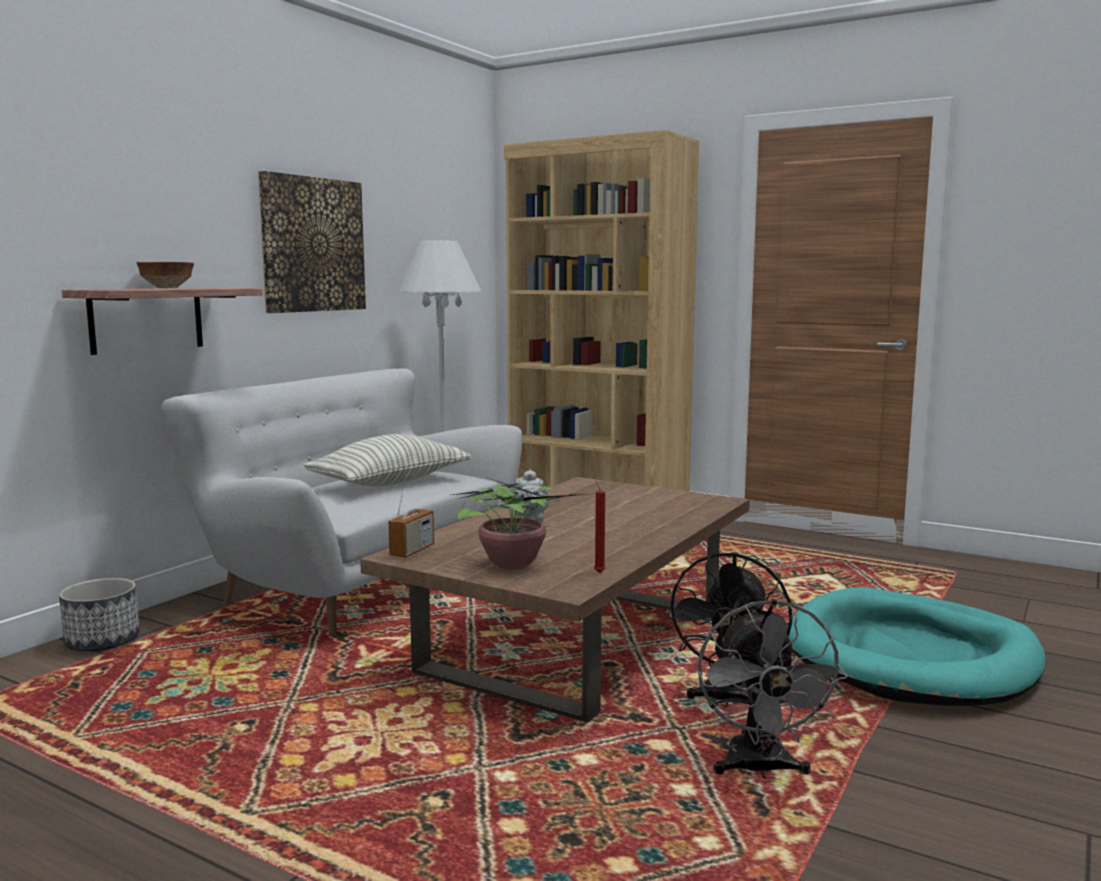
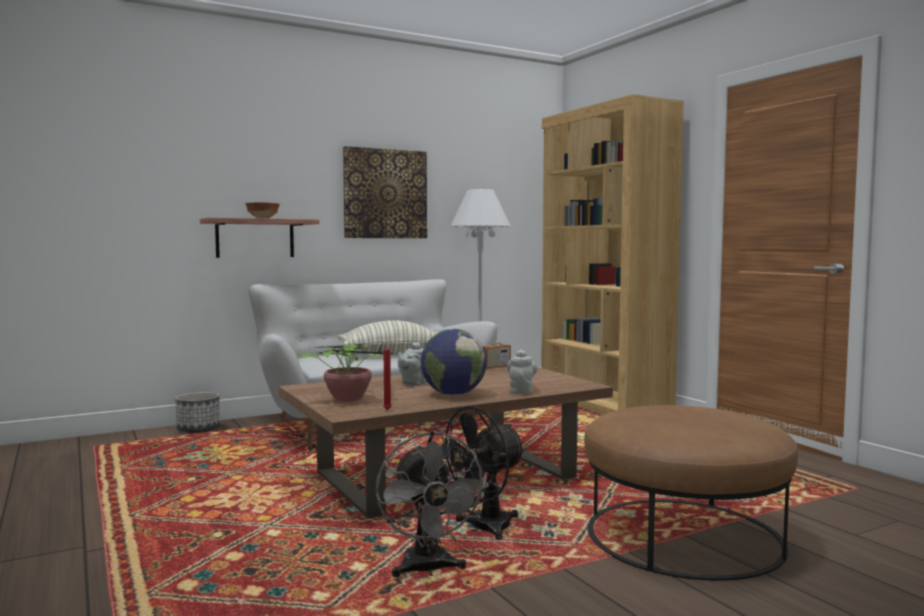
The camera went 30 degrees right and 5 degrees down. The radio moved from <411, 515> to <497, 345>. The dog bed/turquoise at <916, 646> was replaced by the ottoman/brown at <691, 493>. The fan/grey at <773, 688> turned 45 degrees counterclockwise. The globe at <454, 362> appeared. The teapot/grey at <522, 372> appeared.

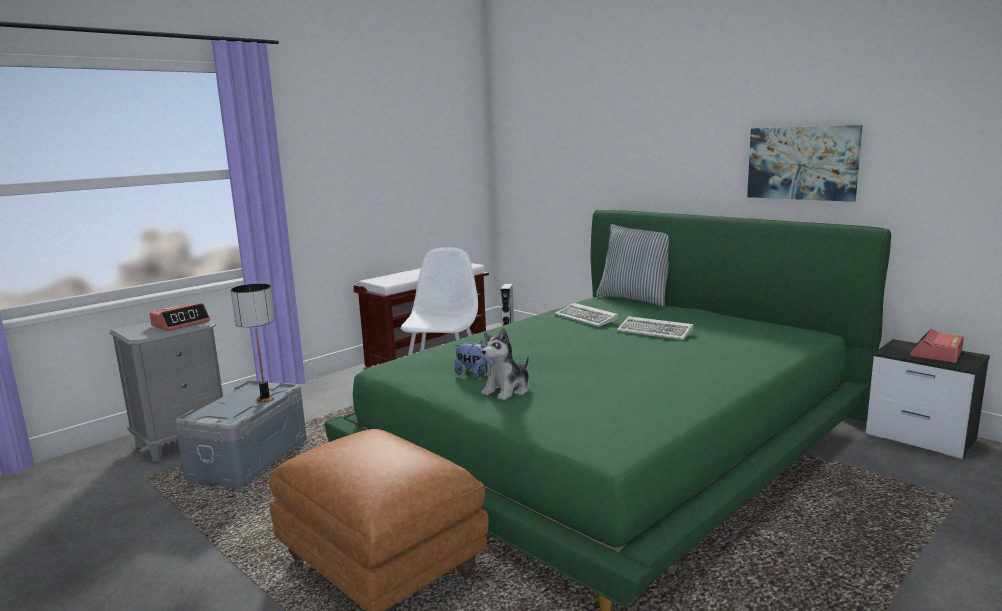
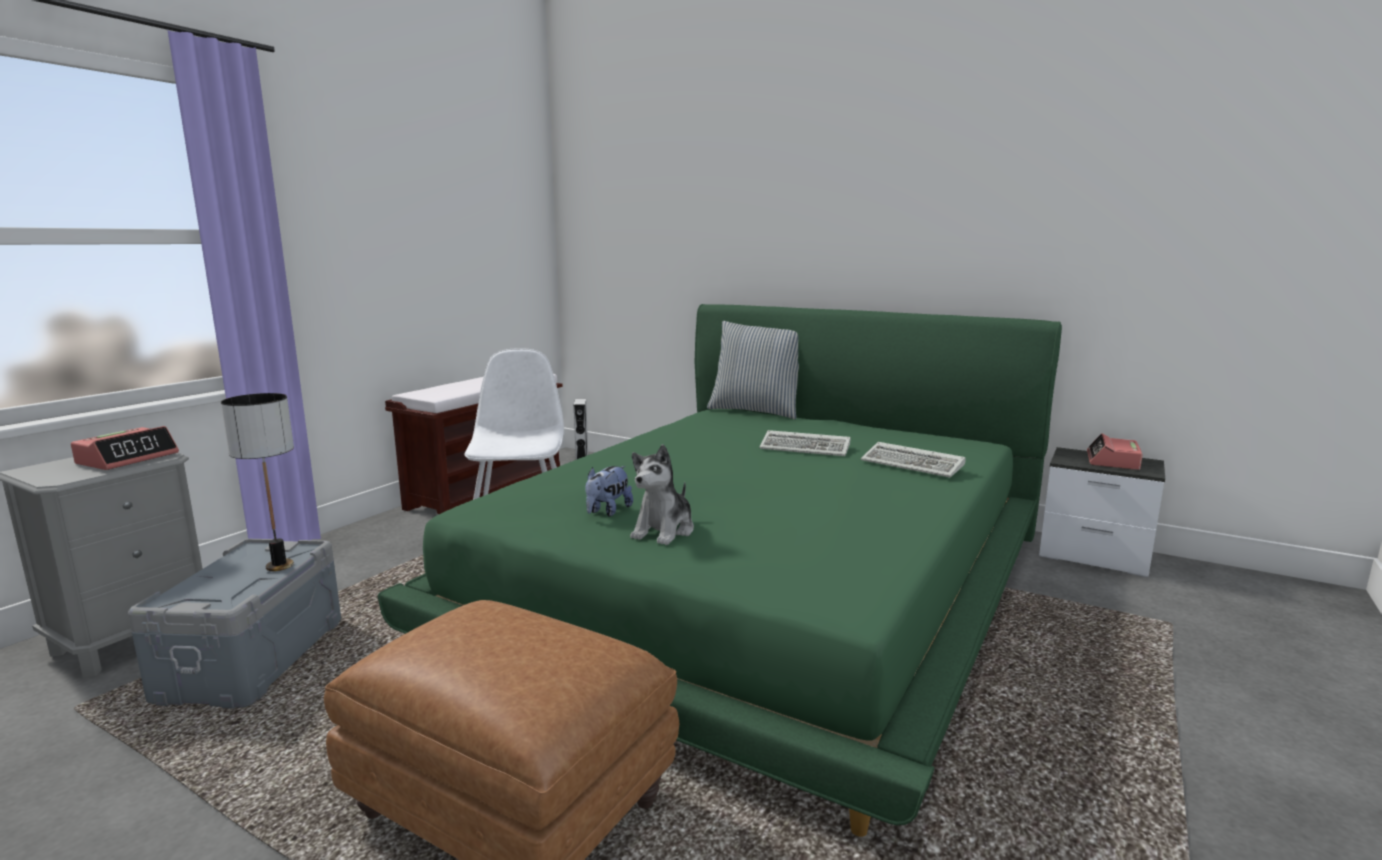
The camera went 15 degrees left and 0 degrees up. The picture at <805, 163> disappeared. The keyboard moved from <586, 315> to <913, 459>. The plush toy at <474, 359> turned 105 degrees clockwise.

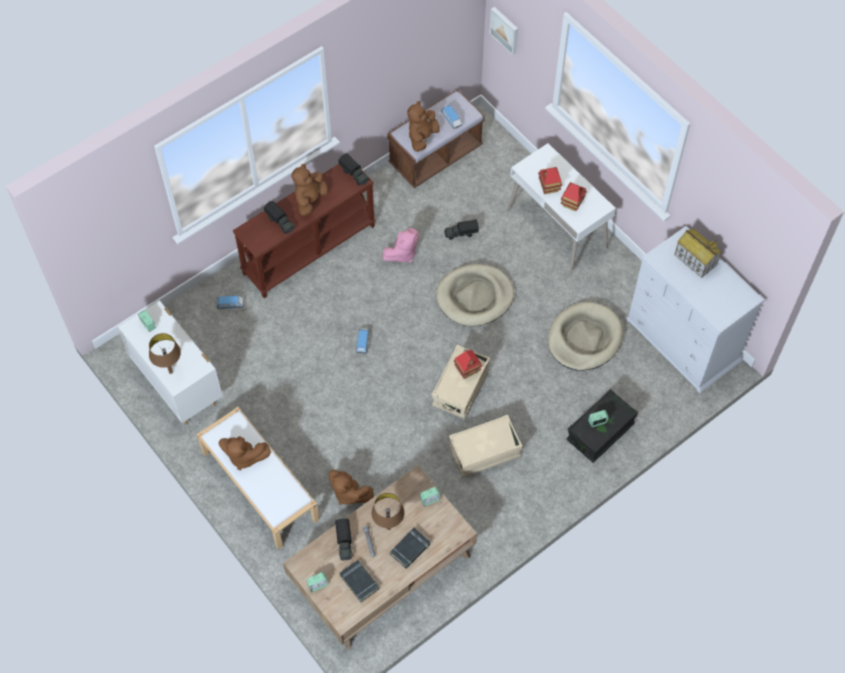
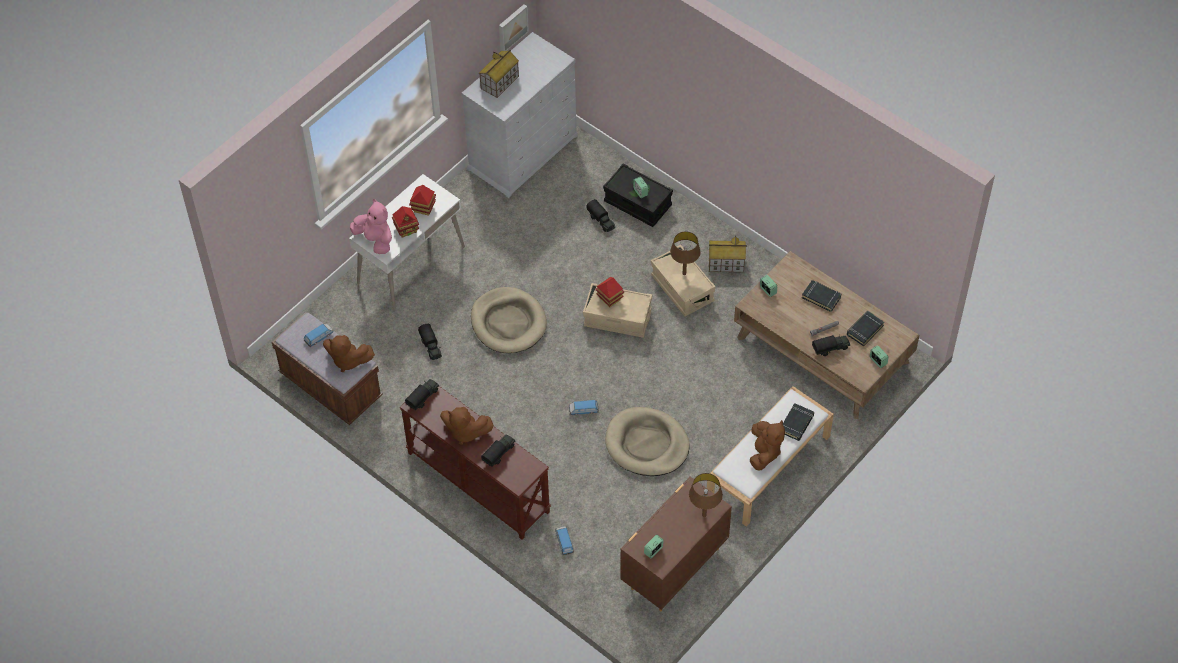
The camera went 100 degrees left and 5 degrees down. The picture moved from <503, 31> to <514, 27>. The plush toy/pink moved from <401, 245> to <371, 226>. The dresser/white at <170, 362> became the dresser/brown at <676, 544>. The dog bed/beige moved from <585, 336> to <647, 441>. The plush toy/brown at <351, 487> disappeared. The table lamp/brown moved from <388, 511> to <685, 253>. The toy truck at <601, 215> appeared. The toy house at <728, 254> appeared. The book/black at <798, 422> appeared.

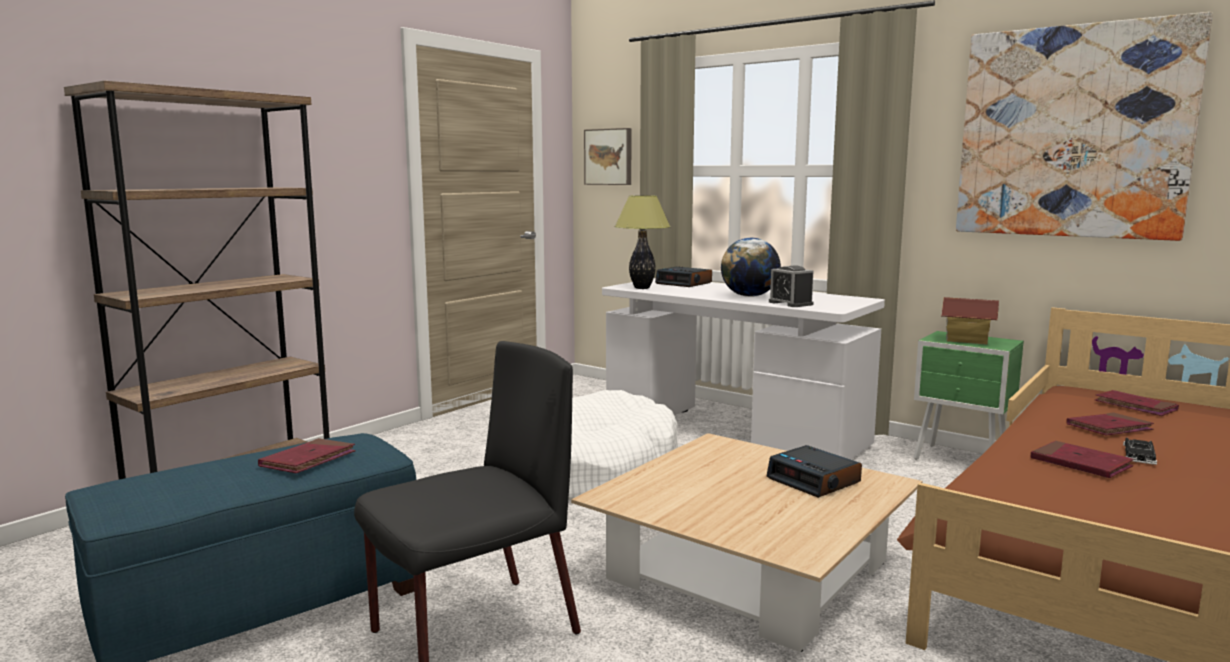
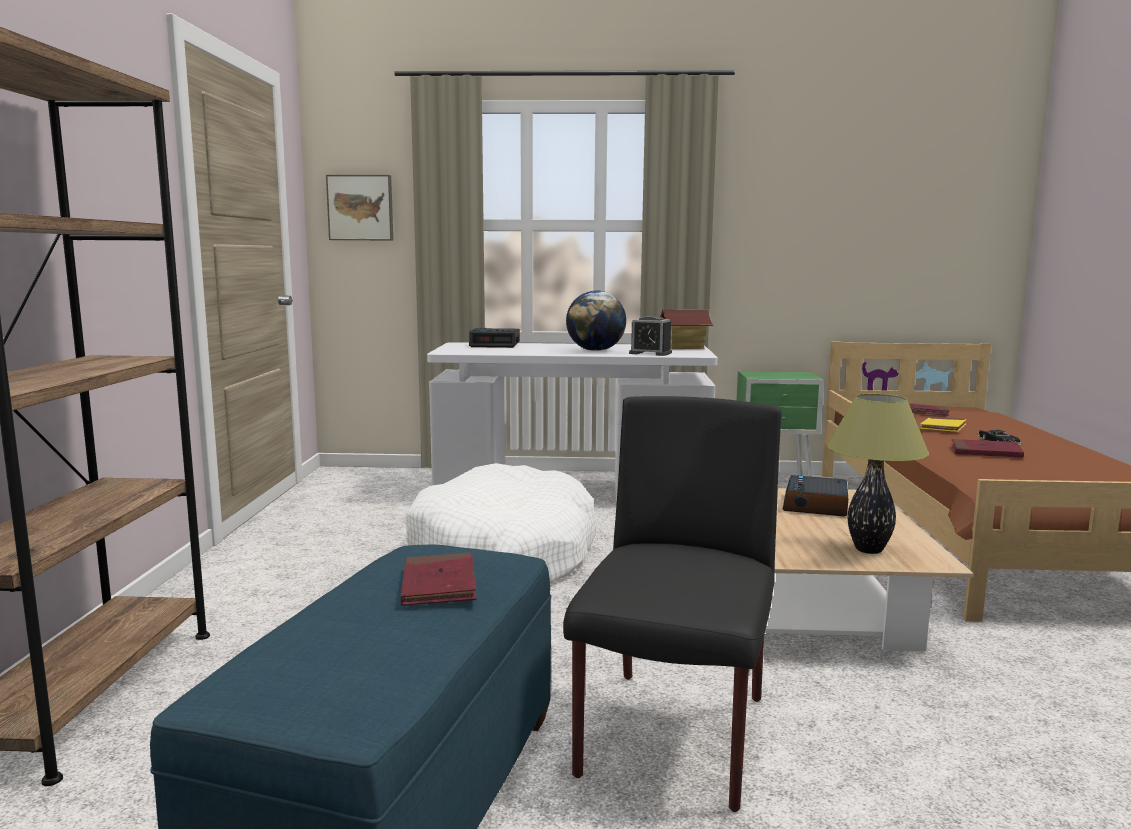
The camera went 35 degrees left and 0 degrees up. The picture at <1084, 126> disappeared. The table lamp moved from <643, 242> to <878, 474>. The toy house moved from <970, 321> to <686, 329>. The book/red at <1110, 424> became the book/yellow at <943, 424>. The alarm clock at <814, 471> turned 90 degrees clockwise.

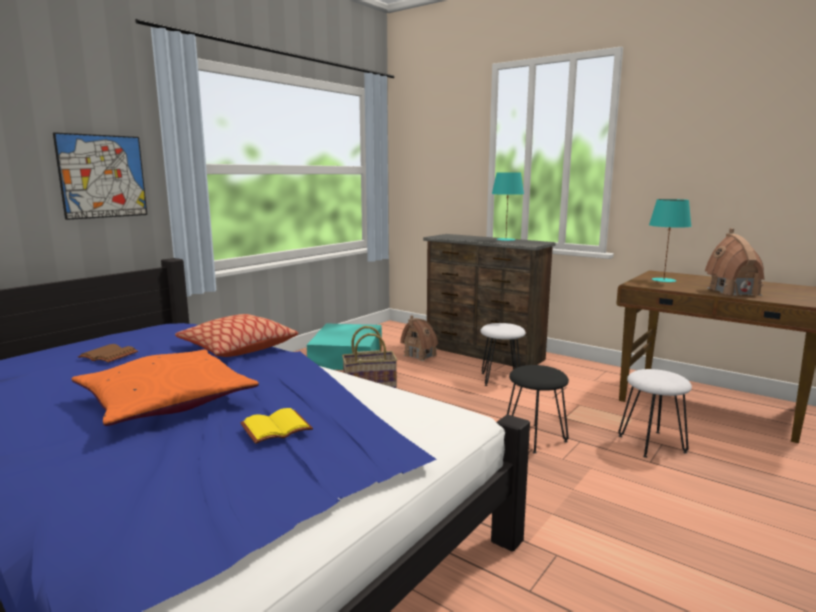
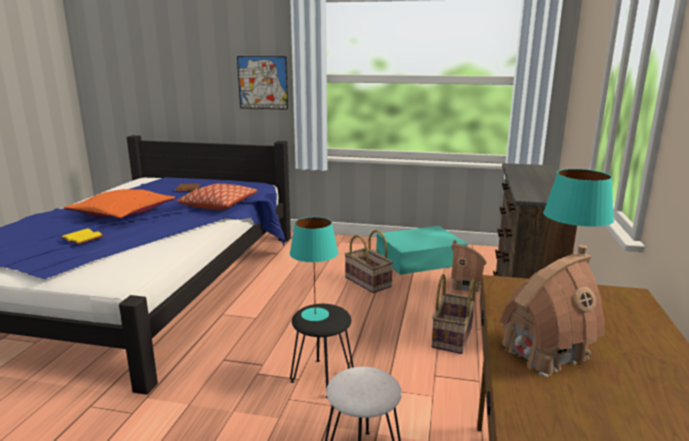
The camera went 65 degrees right and 5 degrees up. The table lamp/turquoise moved from <508, 206> to <314, 269>. The stool/white at <503, 355> was replaced by the basket at <454, 314>.

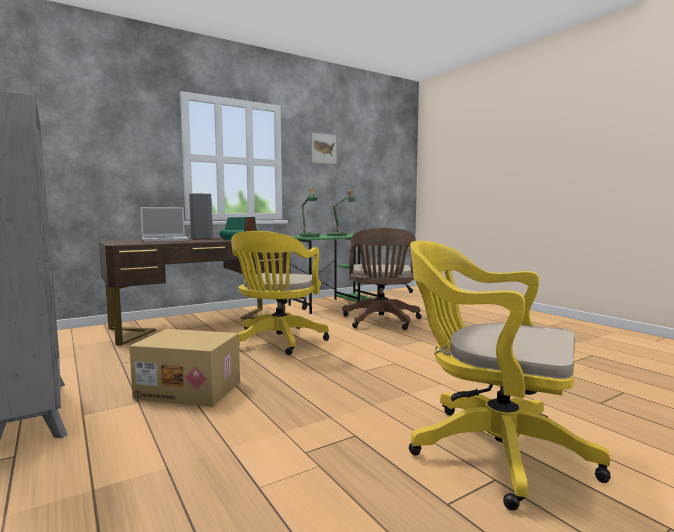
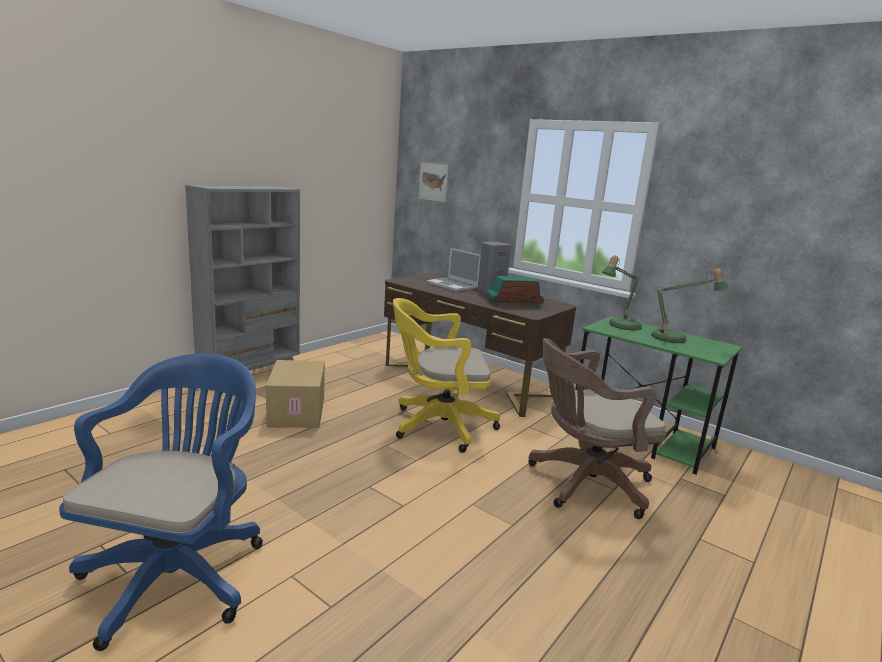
The camera went 70 degrees right and 10 degrees up. The picture moved from <323, 148> to <433, 182>. The office chair/yellow at <510, 376> became the office chair/blue at <161, 502>.

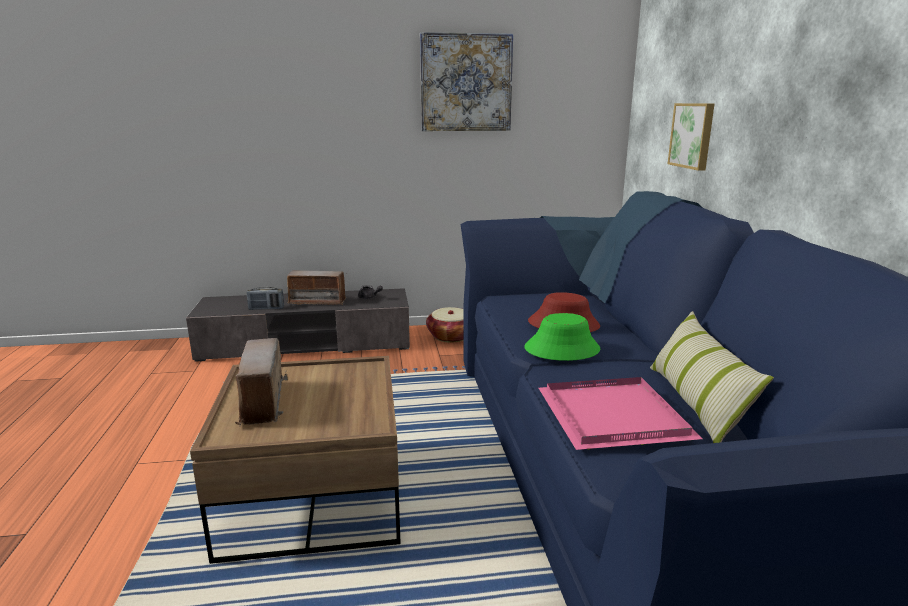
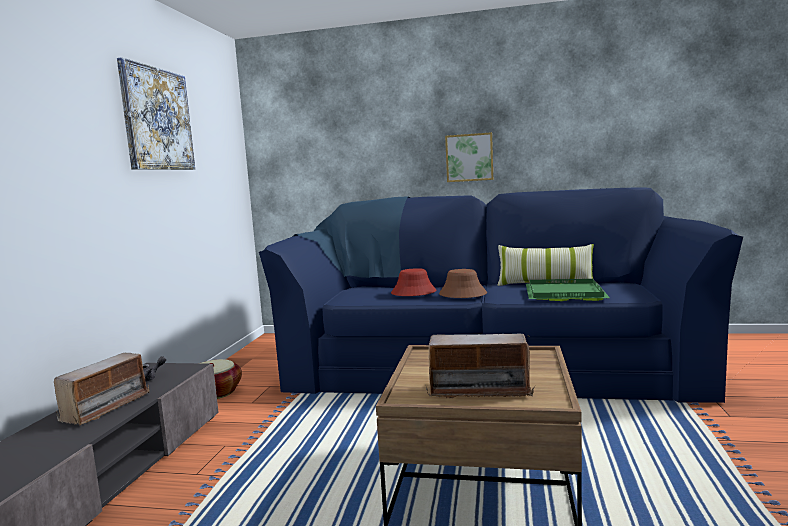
The camera went 70 degrees left and 10 degrees down. The picture moved from <691, 137> to <469, 157>. The radio at <265, 298> disappeared. The hat/green at <562, 337> became the hat/brown at <463, 283>. The tray/pink at <620, 413> became the tray/green at <568, 290>.

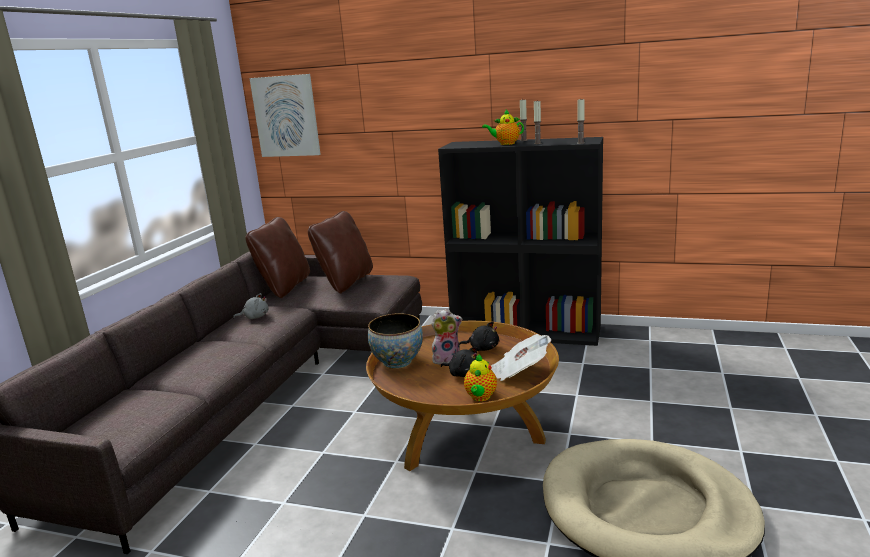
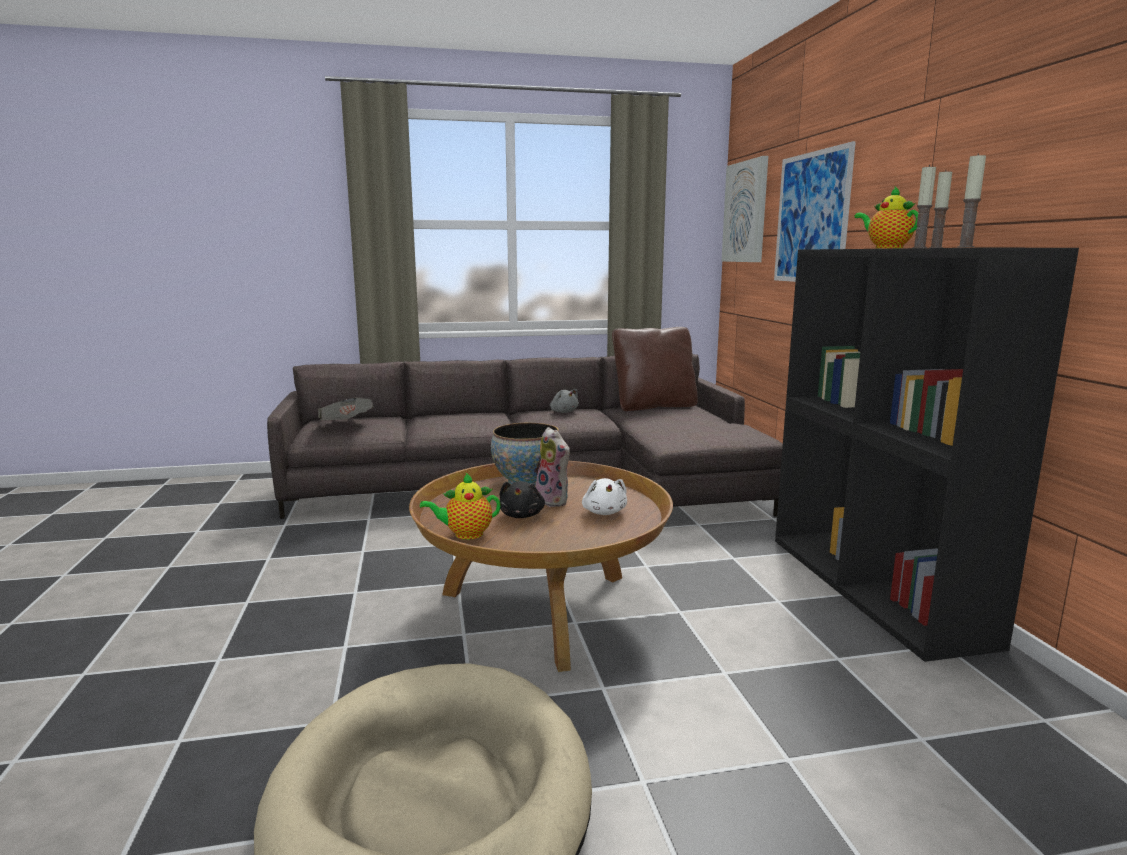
The camera went 60 degrees right and 5 degrees down. The pillow/brown at <340, 252> disappeared. The plush toy/black at <479, 336> became the plush toy/white at <604, 496>. The newspaper moved from <521, 357> to <346, 409>. The picture at <815, 211> appeared.

